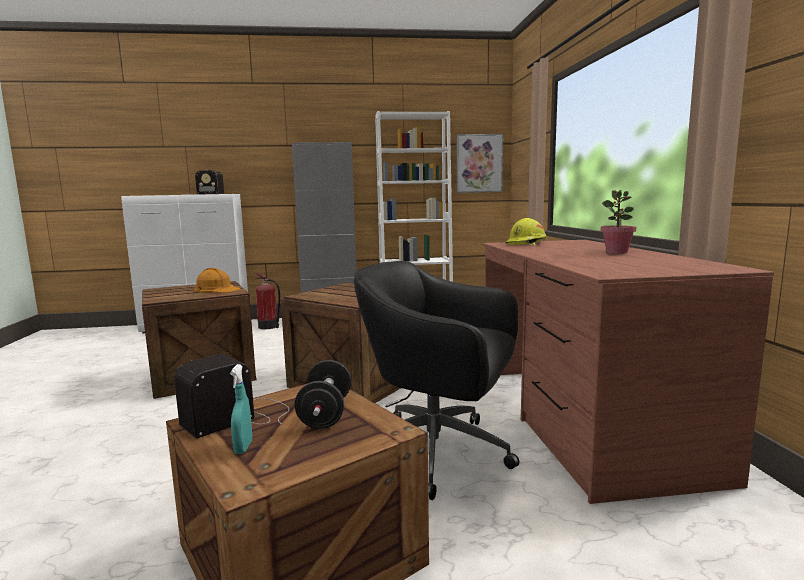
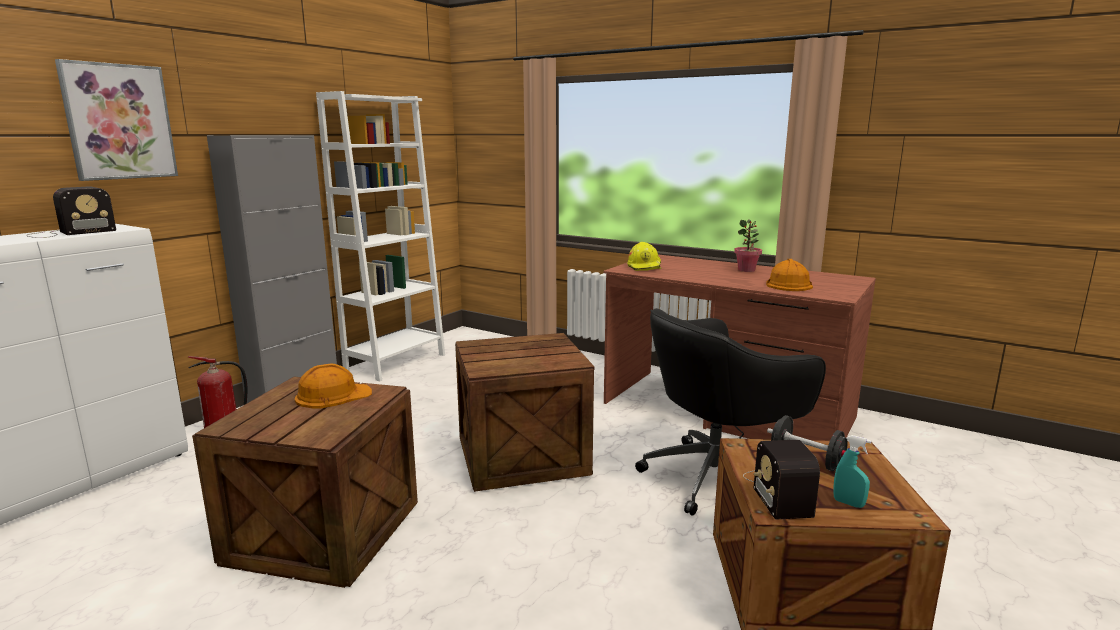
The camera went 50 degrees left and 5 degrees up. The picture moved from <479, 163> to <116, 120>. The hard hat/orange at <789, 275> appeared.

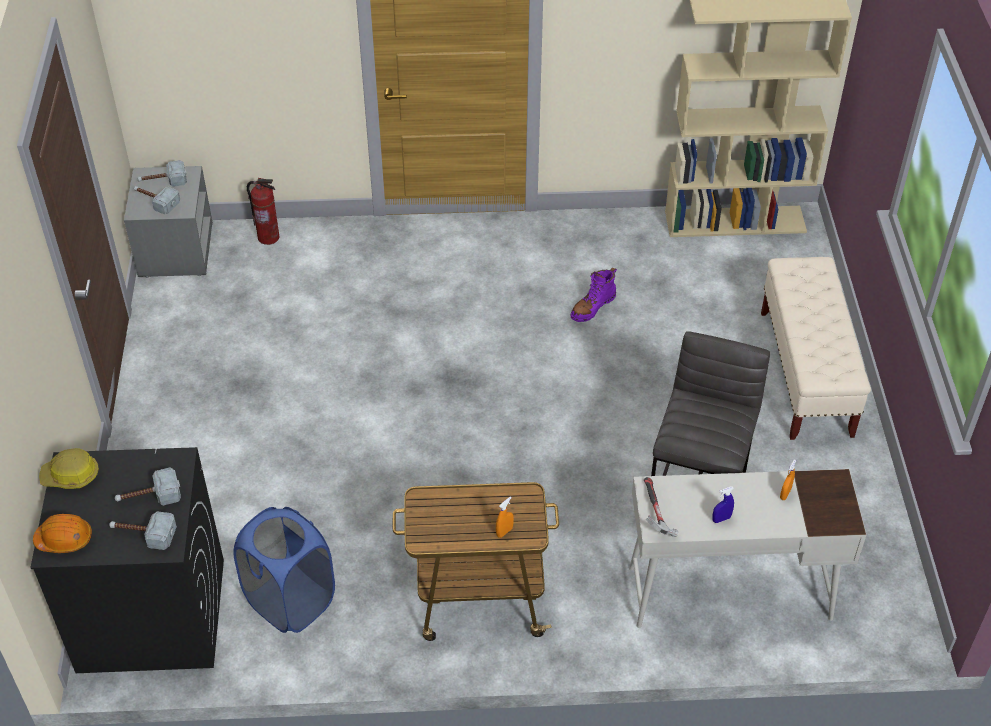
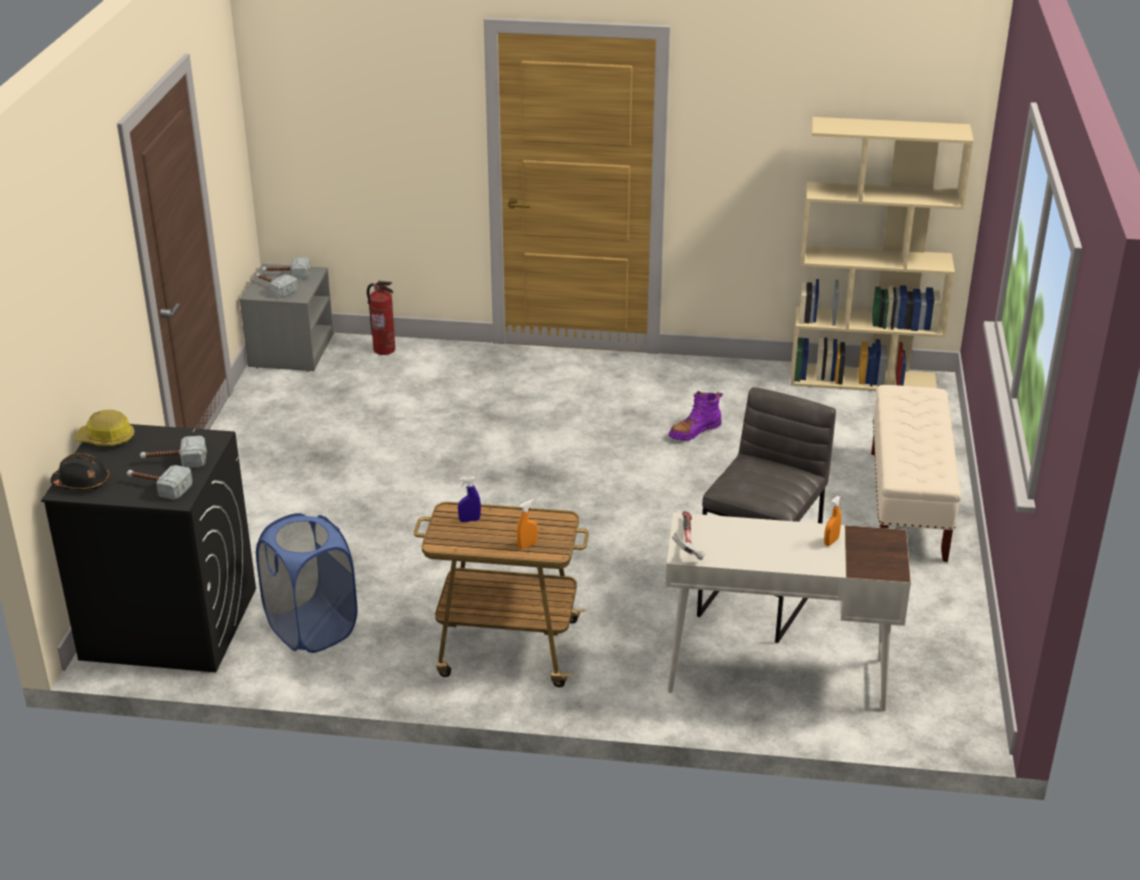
The camera went 10 degrees right and 15 degrees down. The spray bottle/blue moved from <723, 504> to <469, 499>. The hard hat/orange at <62, 533> became the hard hat/black at <80, 471>.

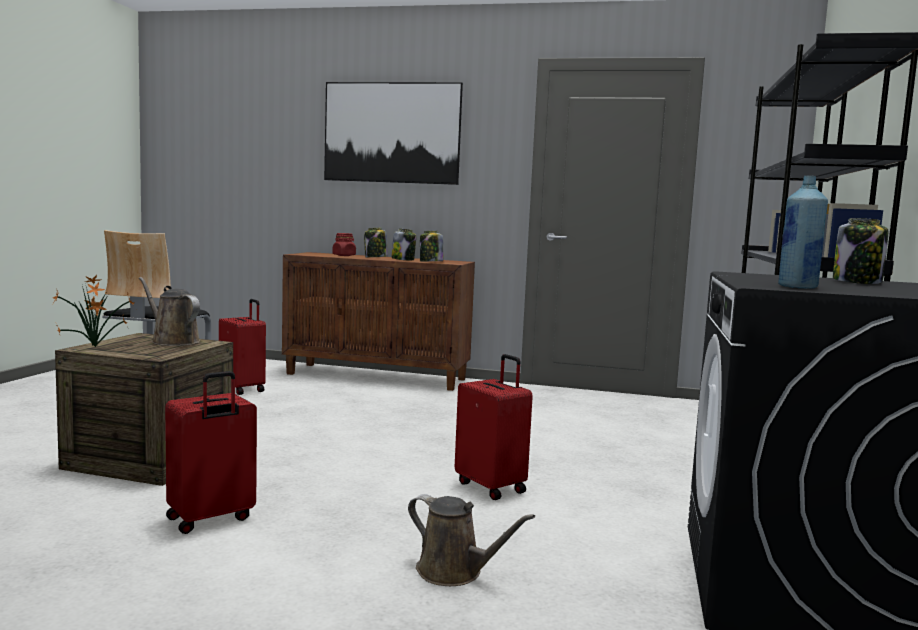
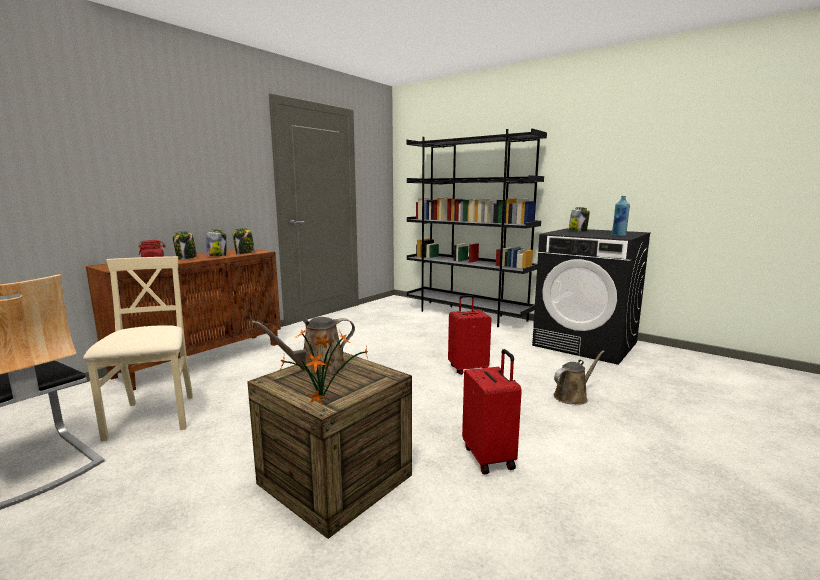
The camera went 65 degrees left and 5 degrees up. The picture at <393, 133> disappeared. The suitcase/red at <242, 347> was replaced by the chair/beige at <138, 348>.

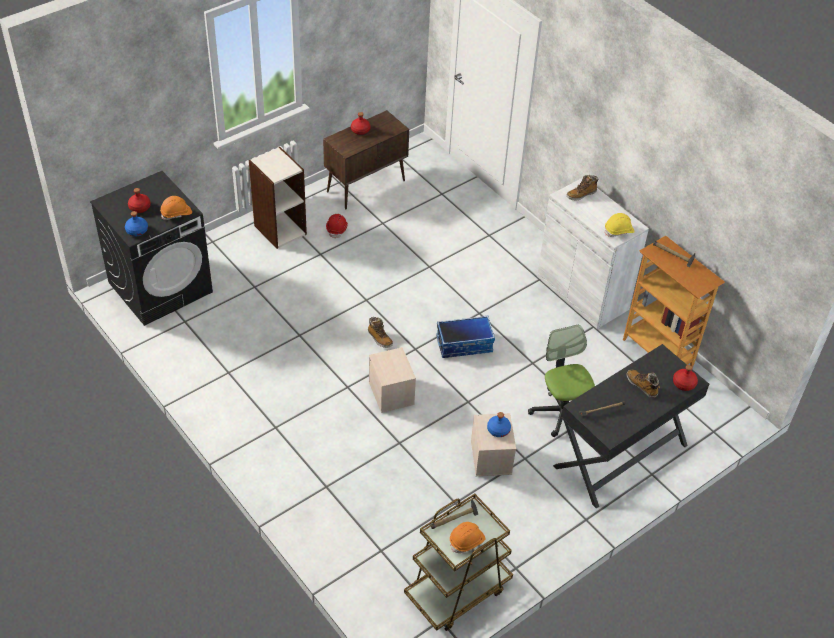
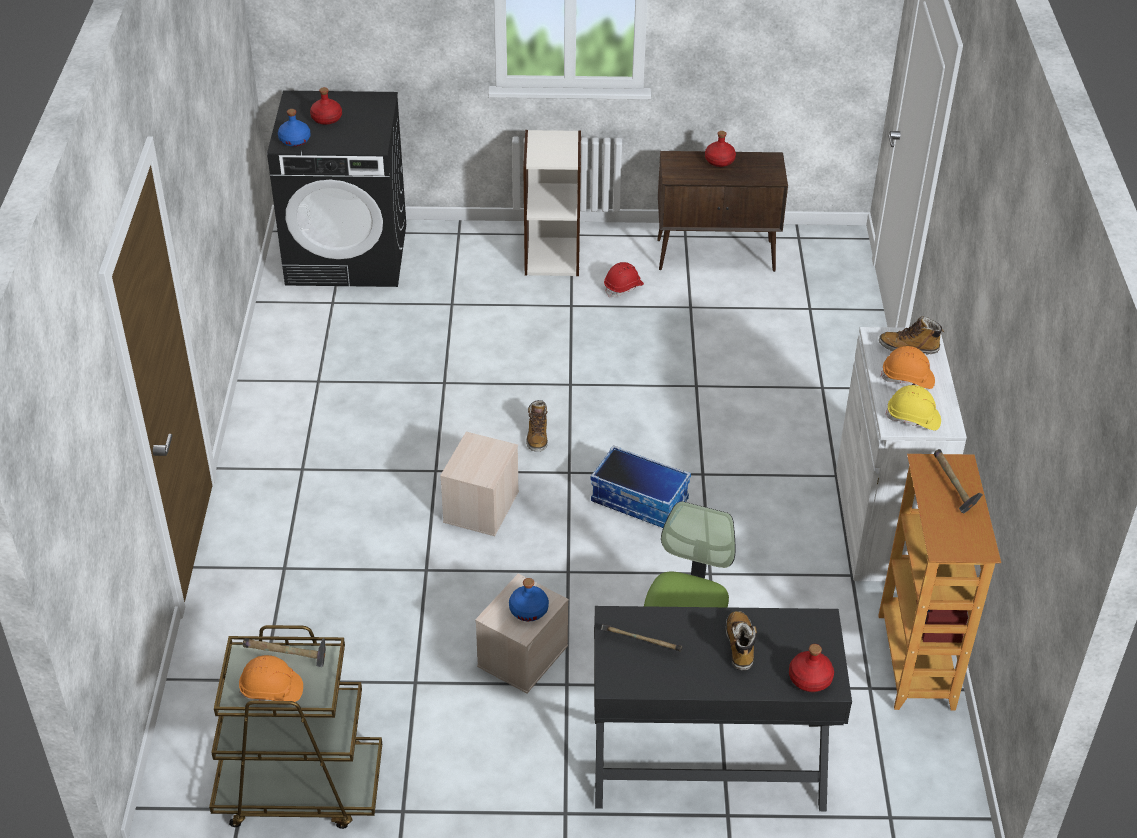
The camera went 40 degrees right and 5 degrees down. The hard hat/orange moved from <176, 208> to <907, 367>.

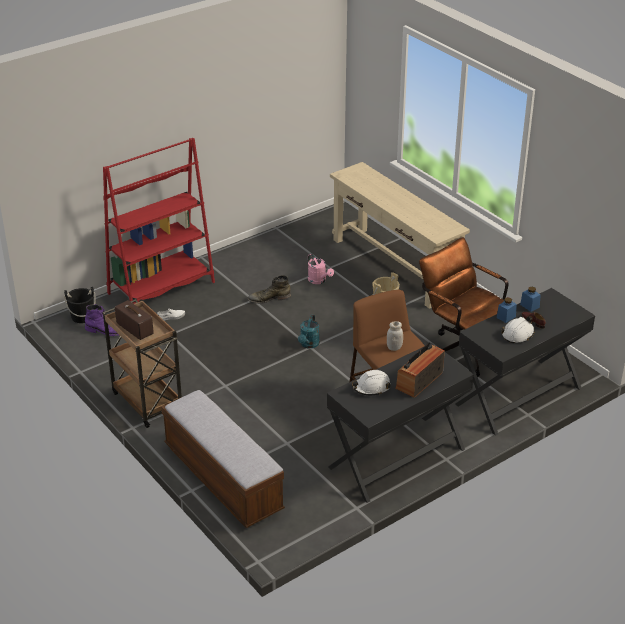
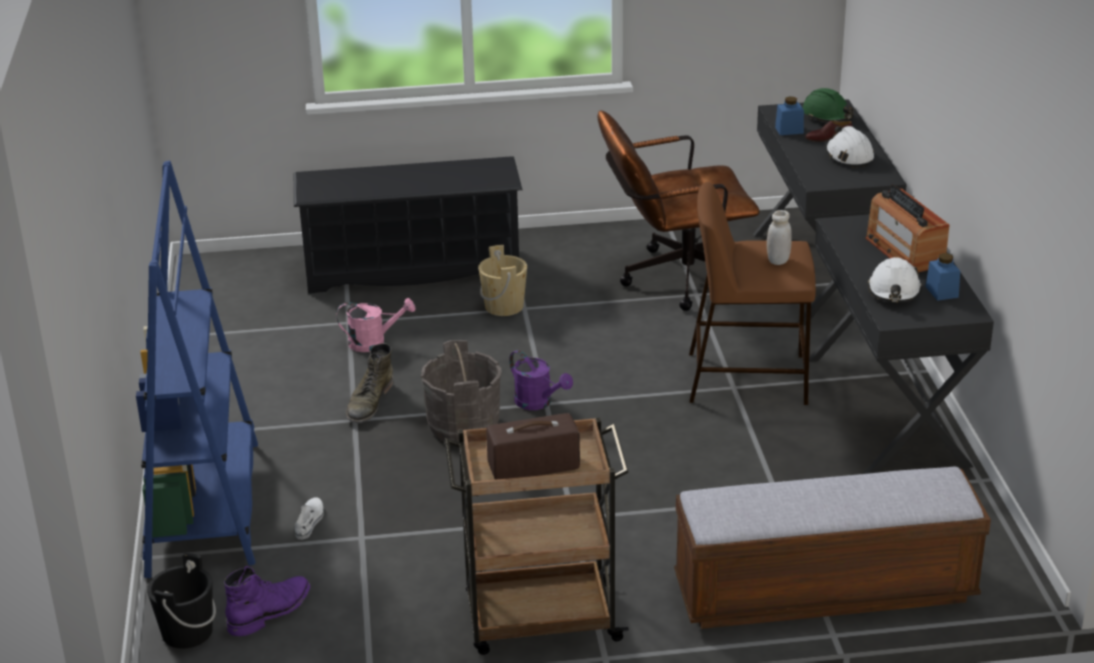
The camera went 60 degrees left and 5 degrees down. The bookcase/red at <159, 221> became the bookcase/blue at <197, 369>. The console table/beige at <400, 235> was replaced by the shoe rack/black at <408, 225>. The jar/blue moved from <507, 310> to <942, 277>. The watering can/turquoise at <309, 331> became the watering can/purple at <541, 380>. The hard hat/green at <828, 105> appeared. The bucket/grey at <461, 391> appeared.

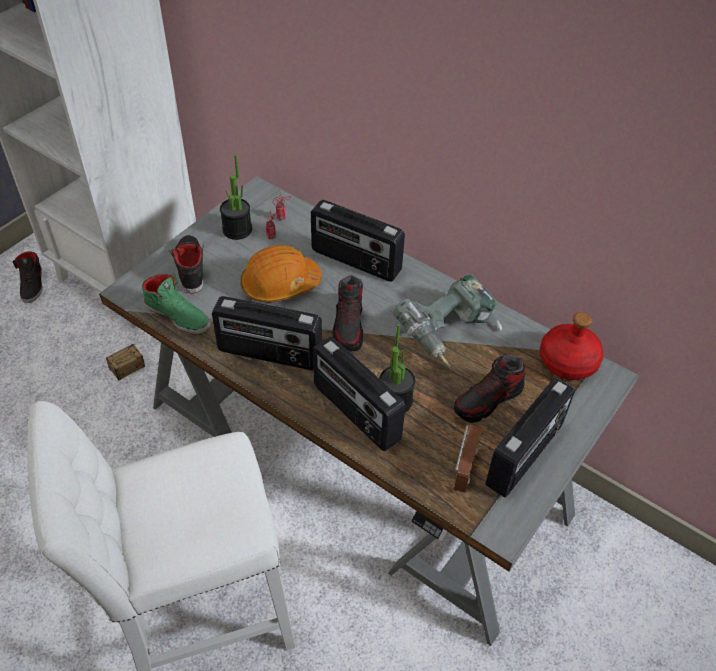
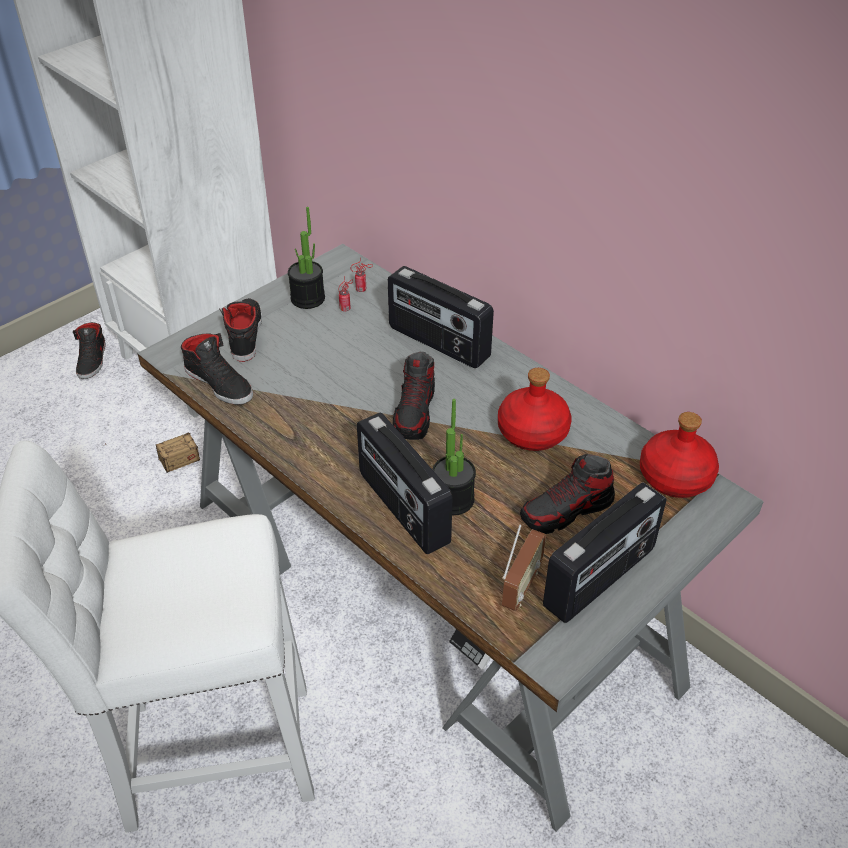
The camera went 10 degrees right and 5 degrees down. The hard hat/orange at <281, 273> disappeared. The shoe/green at <176, 303> became the shoe/black at <217, 369>. The power drill at <447, 321> was replaced by the bottle/red at <534, 409>. The radio at <267, 333> disappeared.

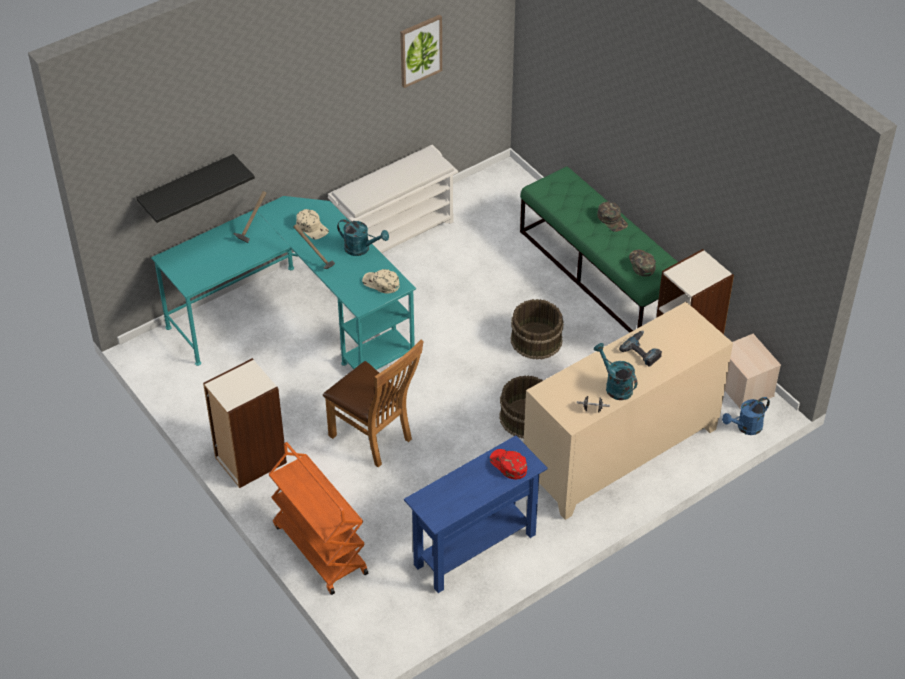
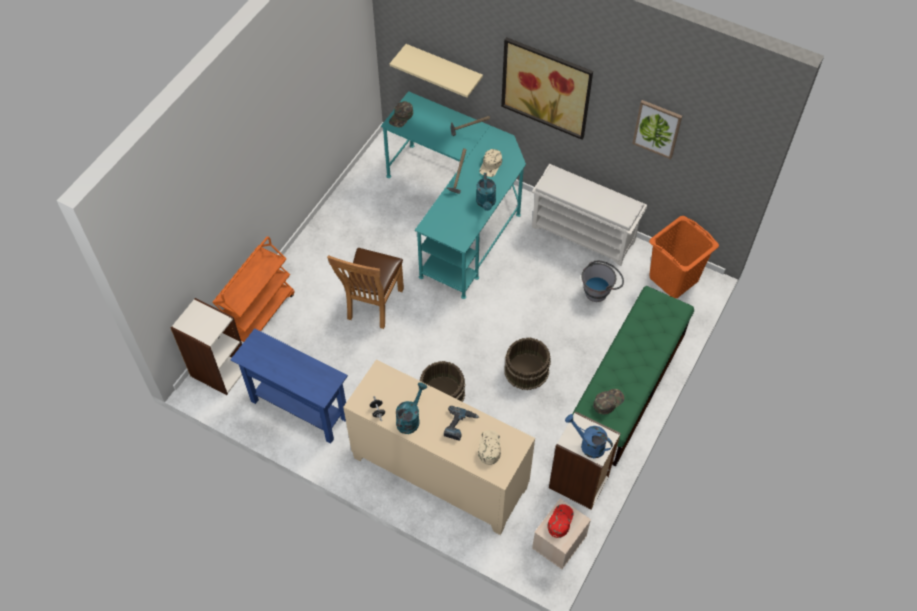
The camera went 65 degrees right and 10 degrees up. The shelf/black at <195, 188> became the shelf/beige at <436, 71>. The cap/green moved from <612, 216> to <401, 114>. The cap/beige moved from <381, 281> to <489, 447>. The bookcase moved from <245, 423> to <206, 346>. The watering can/blue moved from <746, 416> to <589, 436>. The cap/red moved from <508, 464> to <561, 521>. The picture at <547, 88> appeared. The laundry basket/orange at <684, 257> appeared. The bucket/grey at <602, 281> appeared.

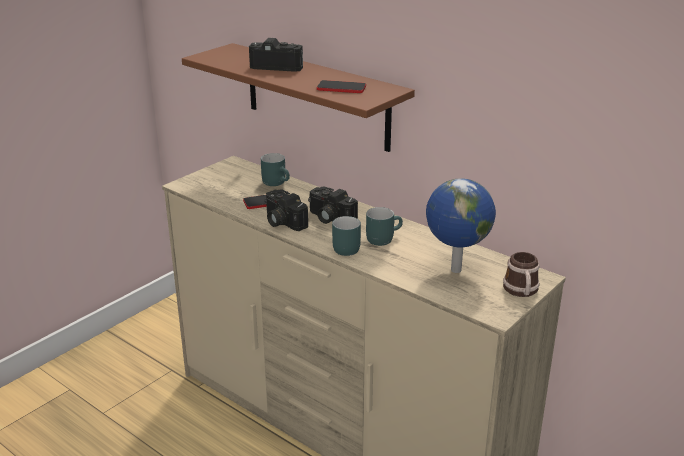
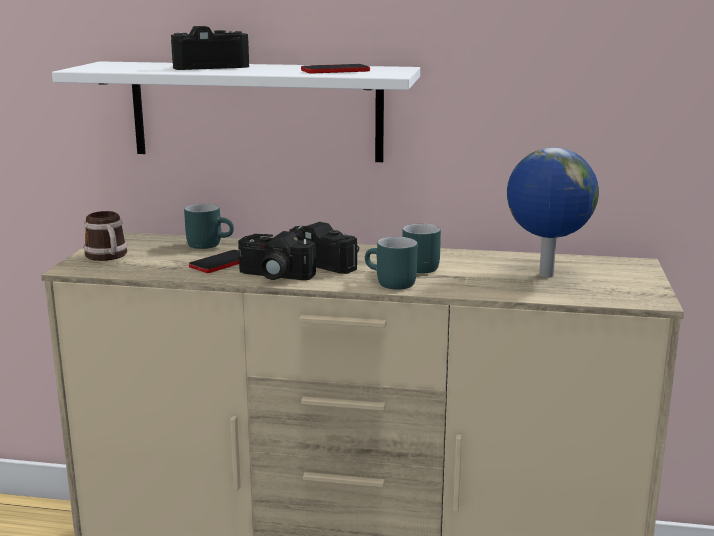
The camera went 30 degrees left and 10 degrees down. The shelf/brown at <298, 97> became the shelf/white at <236, 111>. The photo camera at <333, 205> turned 150 degrees counterclockwise. The mug moved from <521, 274> to <105, 236>.

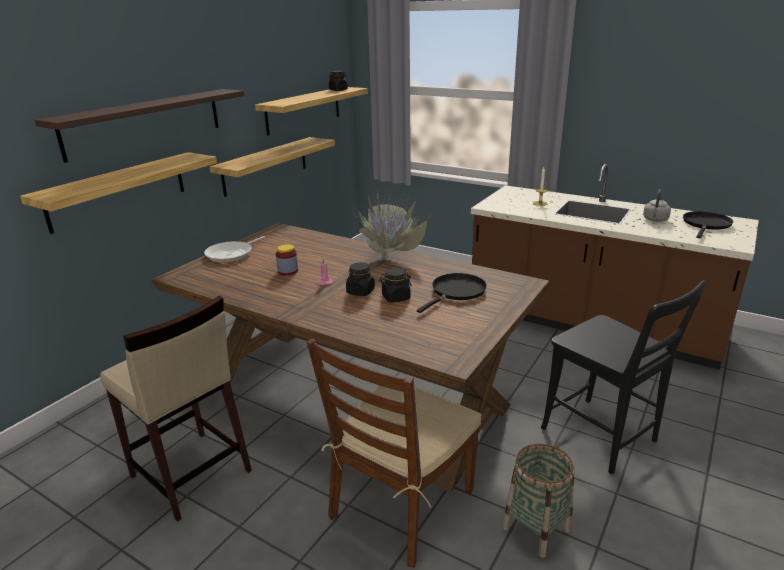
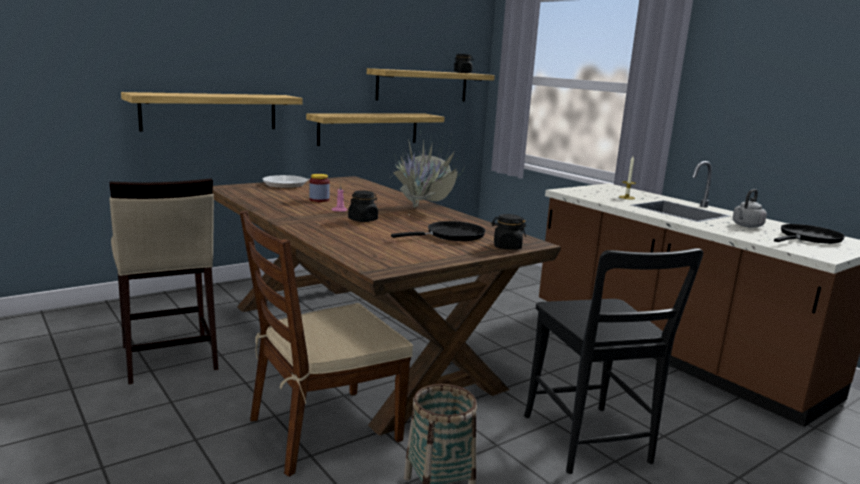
The camera went 20 degrees right and 10 degrees down. The shelf at <139, 126> disappeared. The jar/black moved from <395, 285> to <508, 232>.

